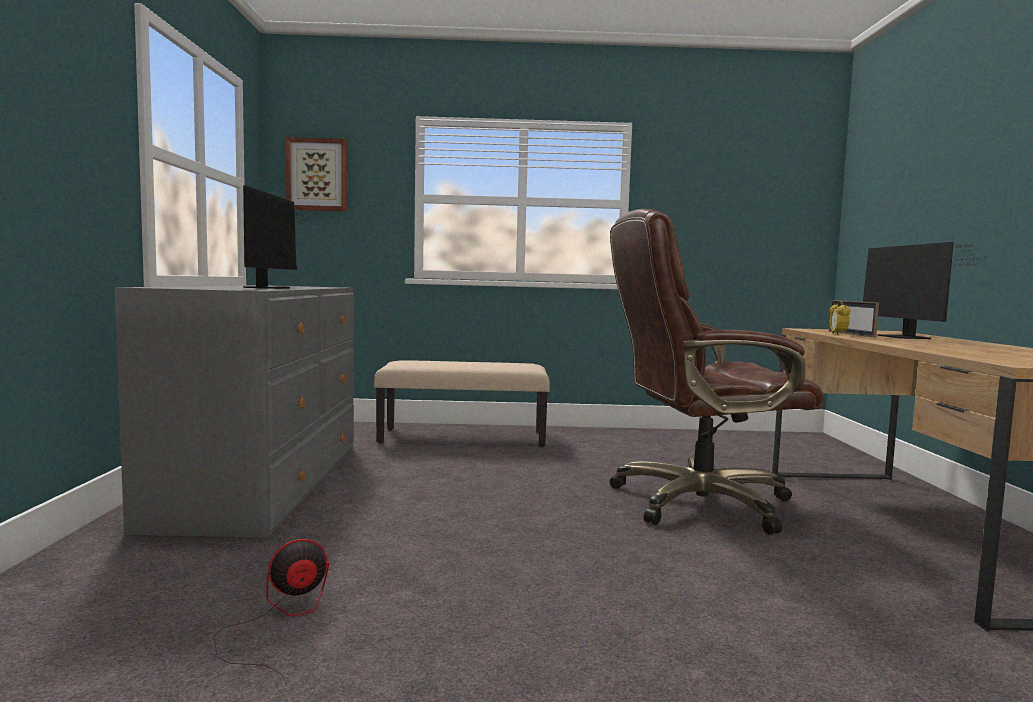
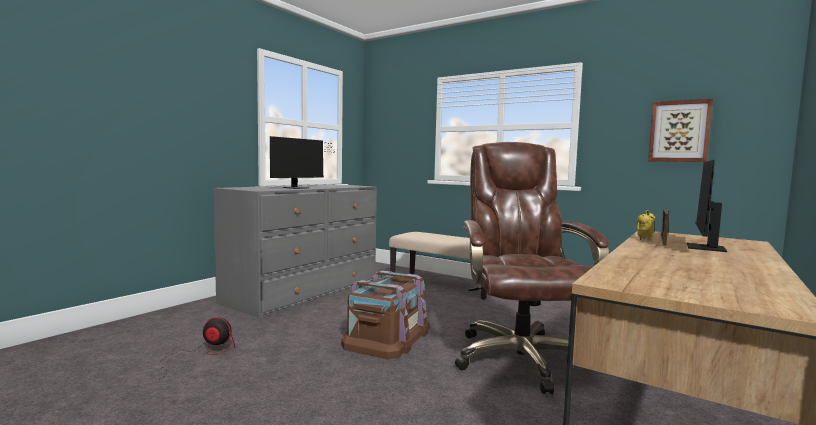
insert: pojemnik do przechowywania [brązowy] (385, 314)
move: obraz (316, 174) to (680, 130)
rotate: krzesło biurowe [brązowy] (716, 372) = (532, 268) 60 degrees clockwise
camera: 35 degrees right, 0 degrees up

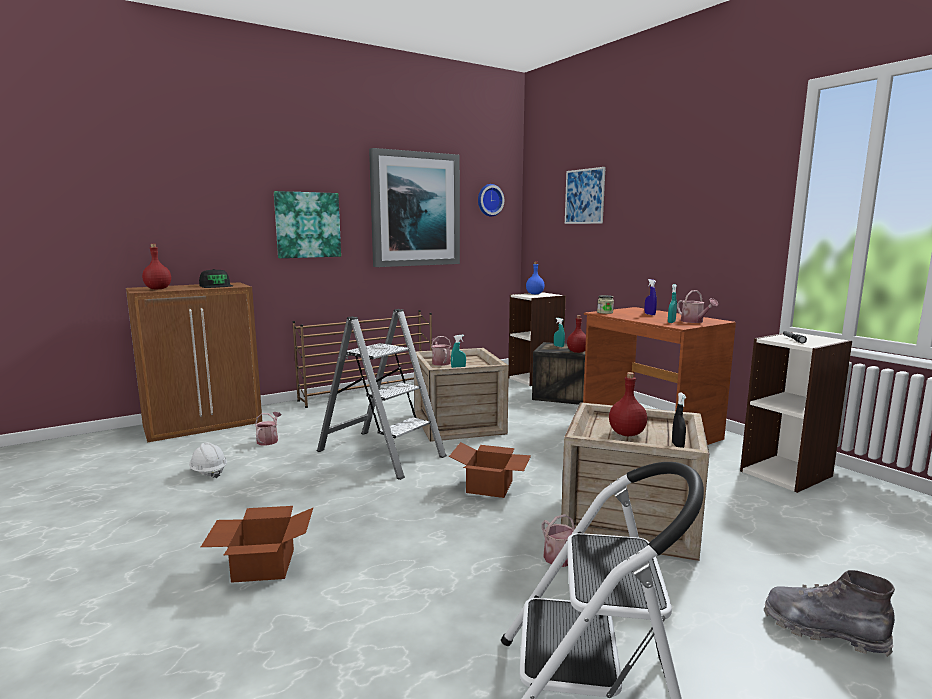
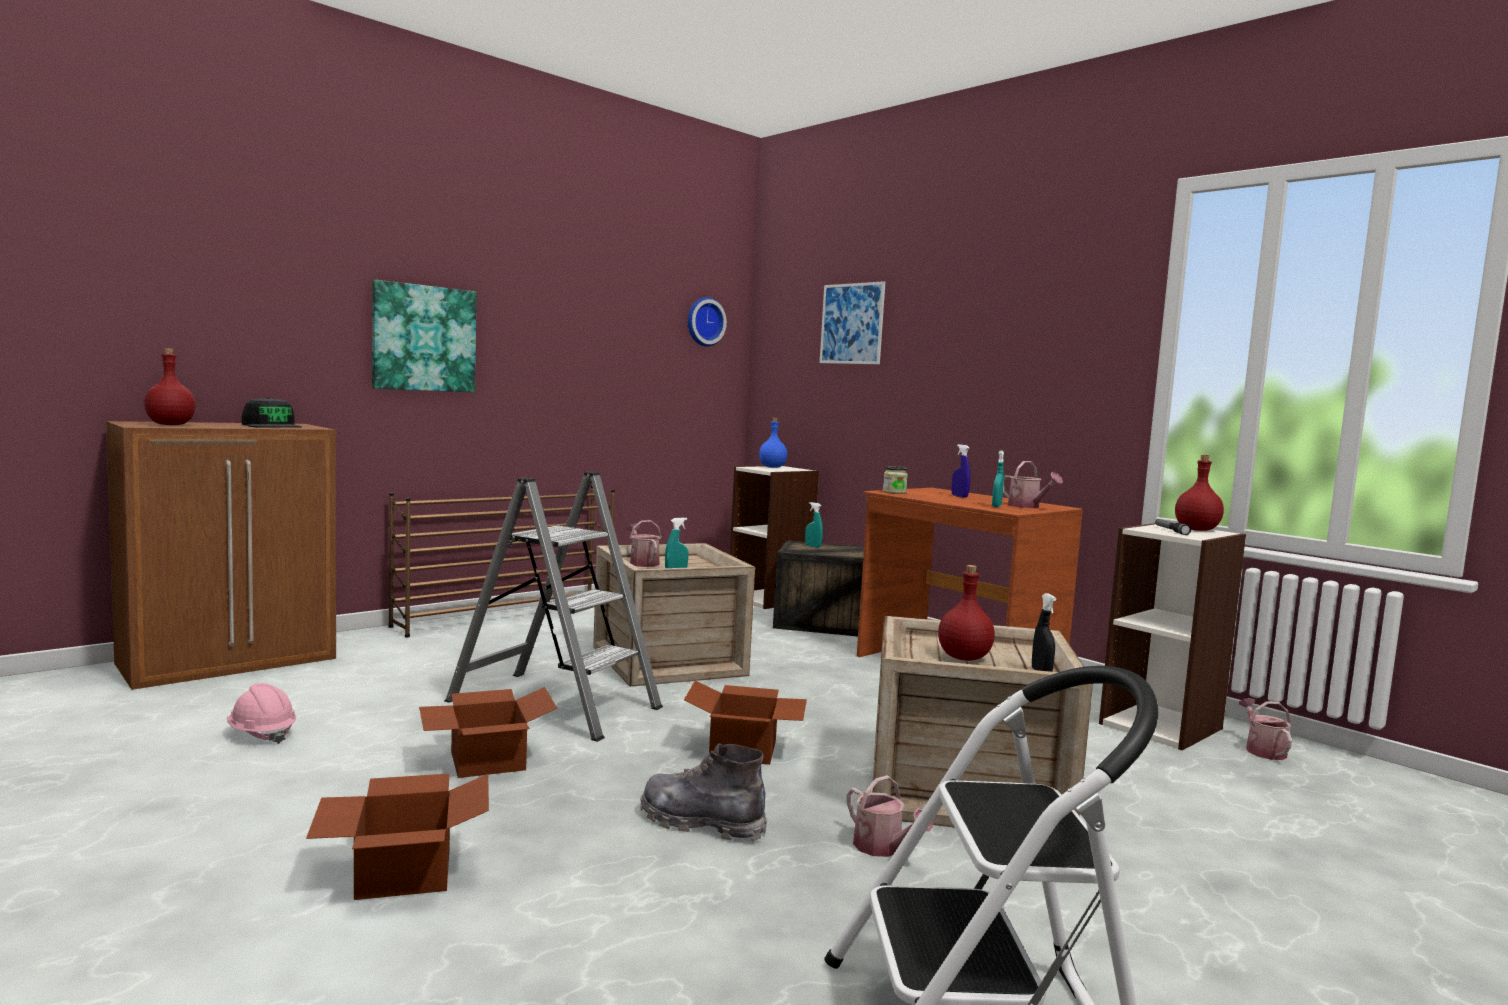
delete: obraz (414, 207)
insert: karton (488, 732)
move: but z cholewką [szary] (829, 613) to (703, 792); butelka [czerwony] (576, 334) to (1199, 493); konewka (268, 429) to (1265, 729)
recolor: kask [biały] (208, 460) to kask [różowy] (261, 713)
camera: 10 degrees left, 5 degrees down

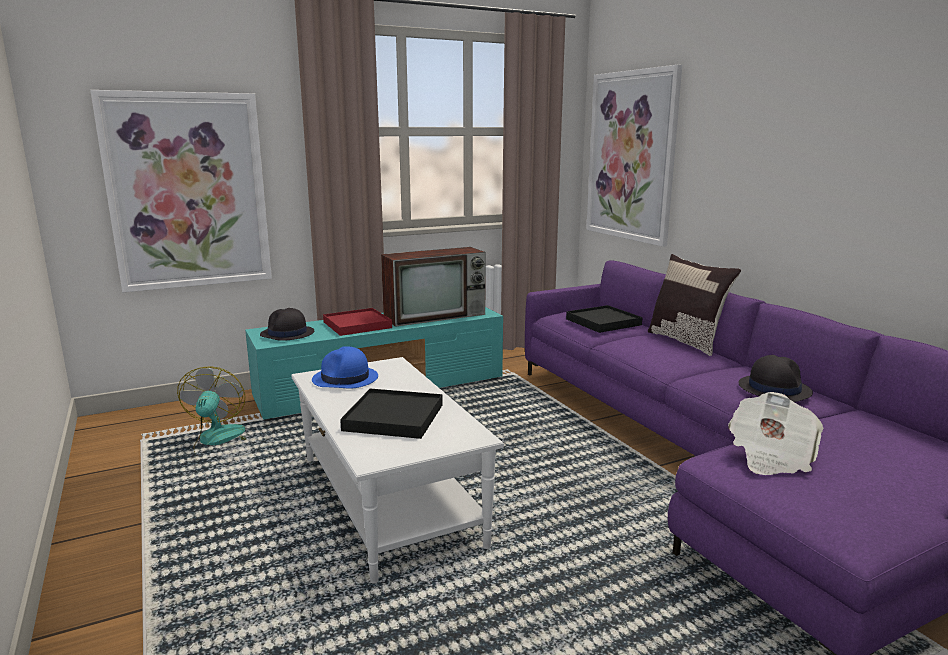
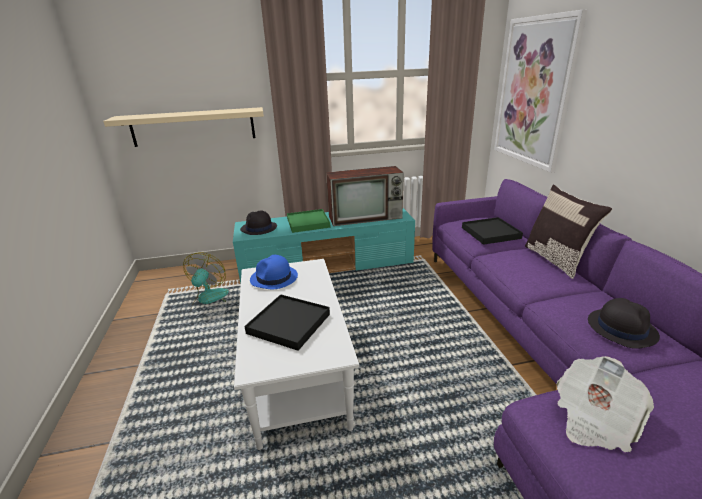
replace: obraz (181, 191) to półka [beżowy] (183, 127)
recolor: taca [czerwony] (357, 322) to taca [zielony] (309, 221)
camera: 15 degrees right, 10 degrees up

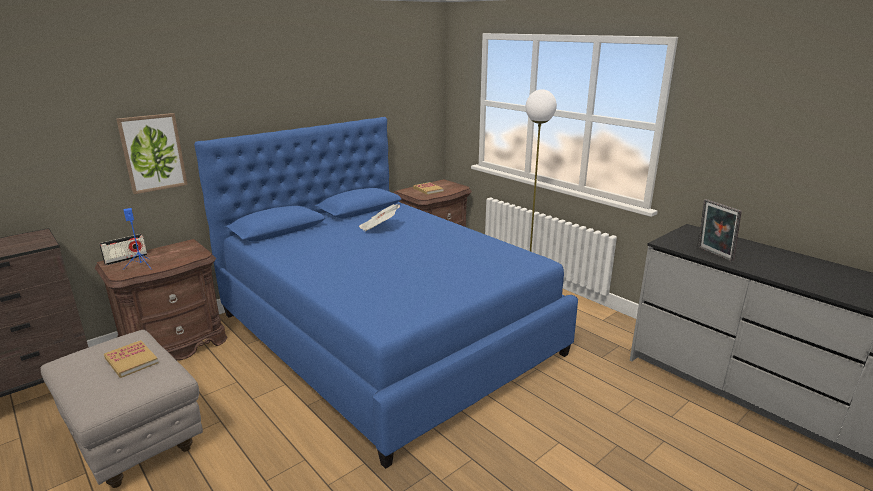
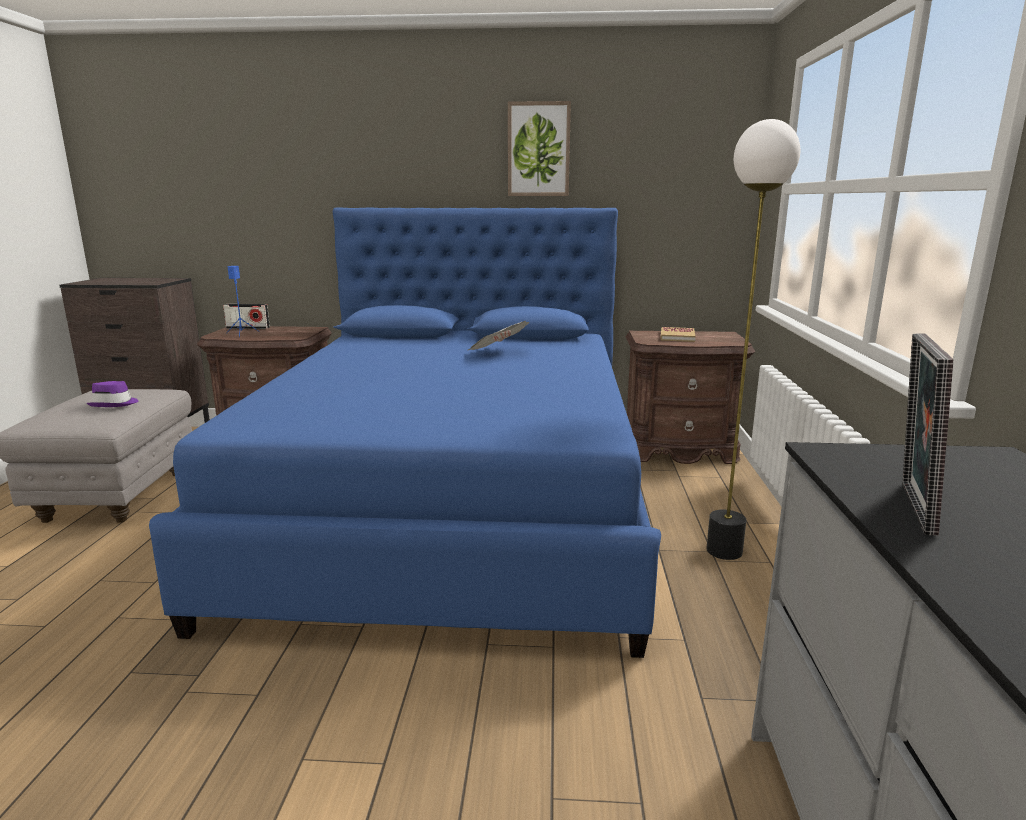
move: obraz (152, 153) to (539, 148)
replace: książka (131, 359) to kapelusz [fioletowy] (112, 394)
camera: 45 degrees right, 5 degrees down

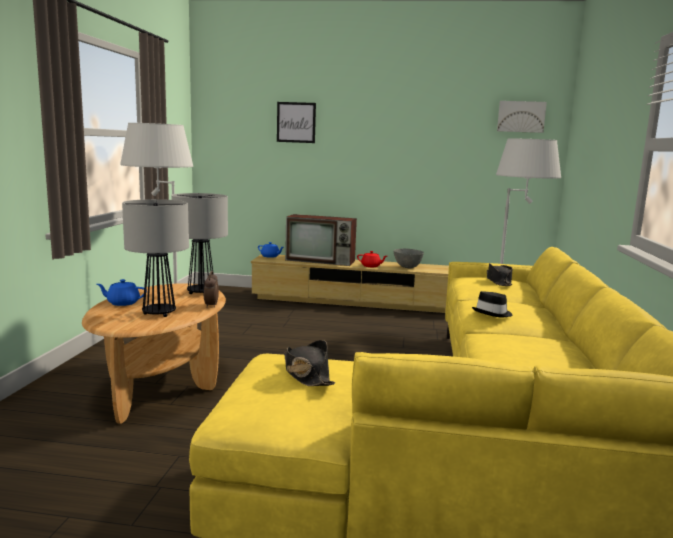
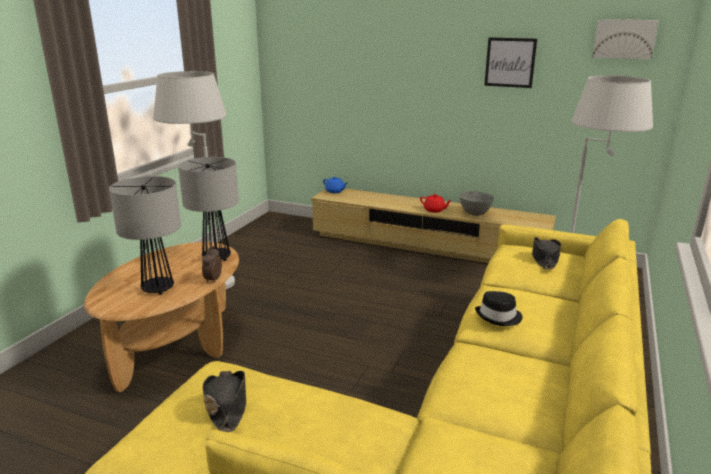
delete: imbryk [niebieski] (122, 292); telewizor (321, 240)
move: obraz (296, 122) to (510, 62)
camera: 15 degrees right, 10 degrees up

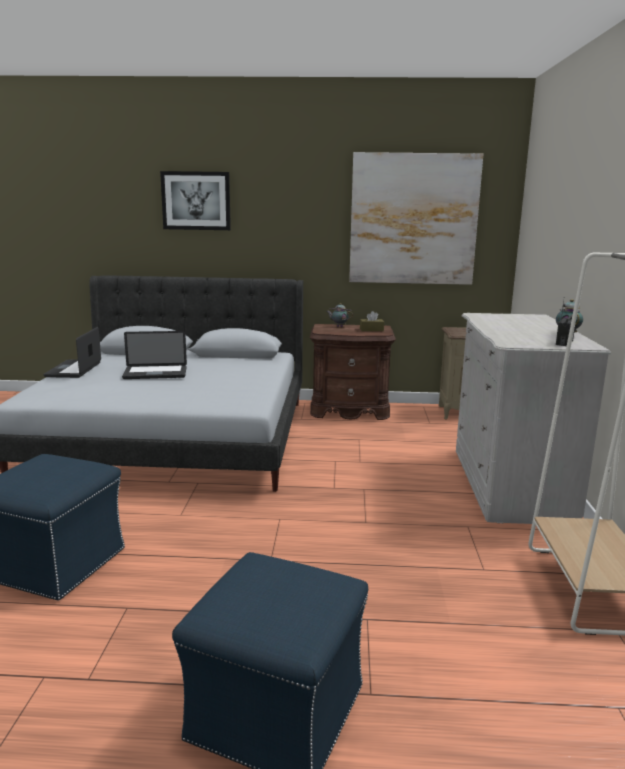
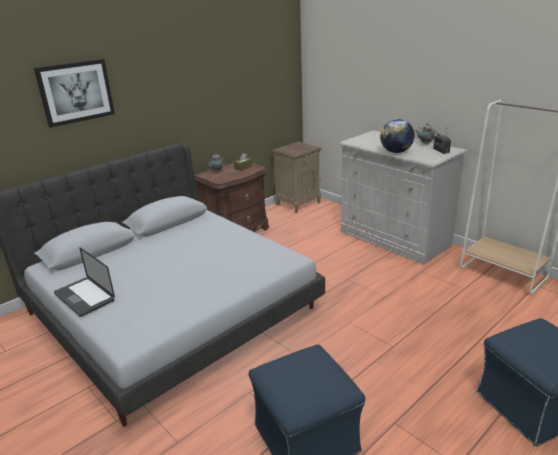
delete: laptop (154, 355); obraz (416, 218)
insert: globus (397, 136)
camera: 45 degrees left, 10 degrees up

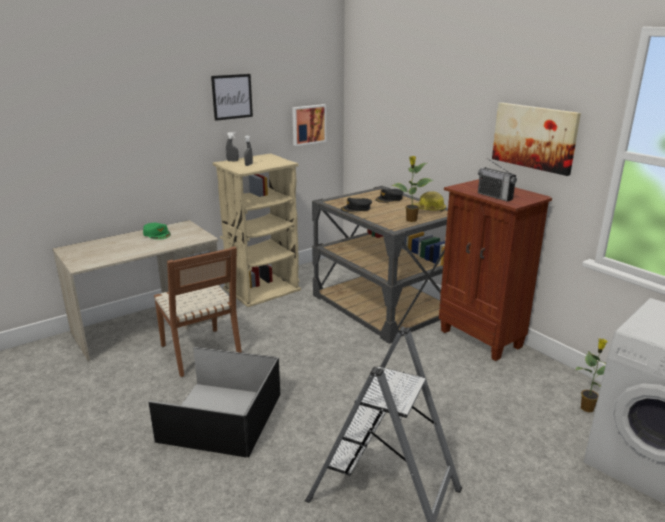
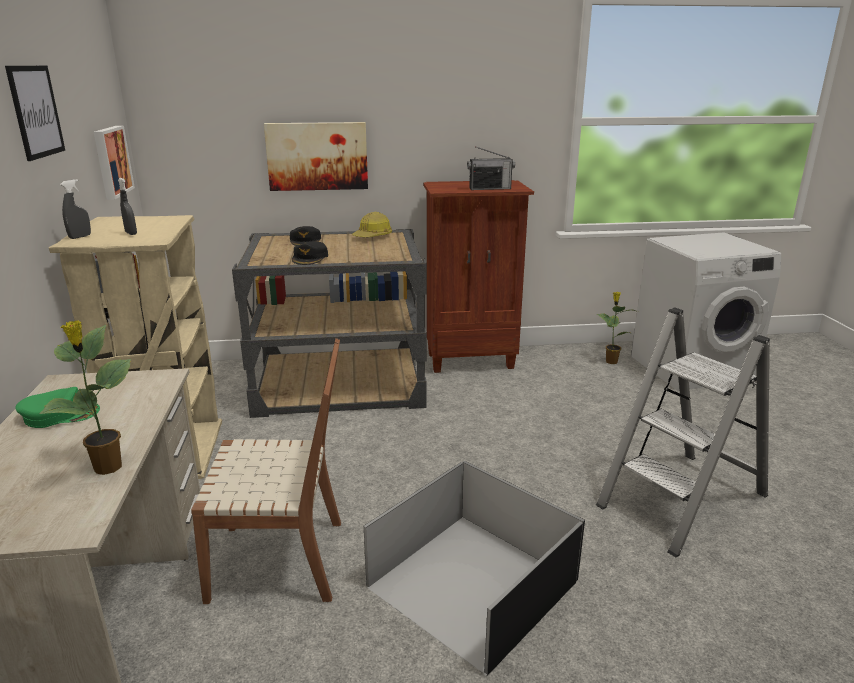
move: roślina doniczkowa (412, 189) to (85, 397); obraz (536, 139) to (316, 156)
camera: 60 degrees left, 0 degrees up

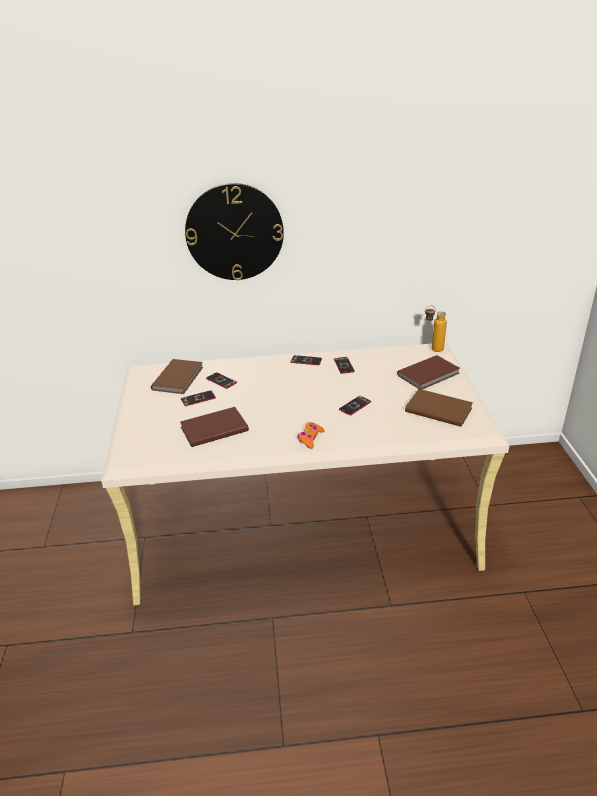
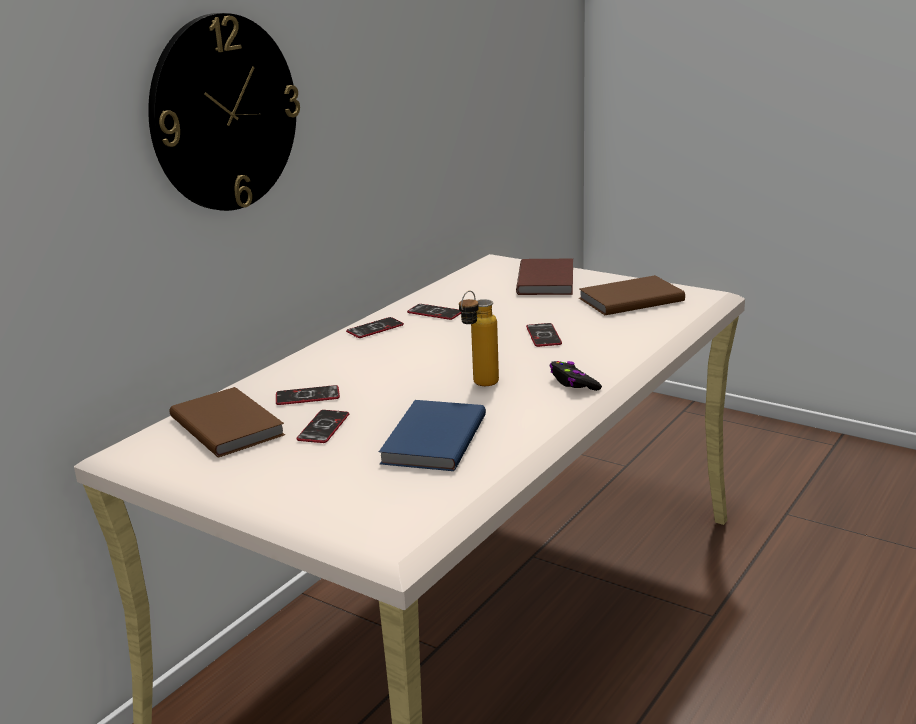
move: butelka (436, 328) to (479, 338)
recolor: książka [brązowy] (214, 427) to książka [niebieski] (432, 435); pad do gier [pomarańczowy] (311, 435) to pad do gier [czarny] (576, 376)
camera: 50 degrees left, 10 degrees down

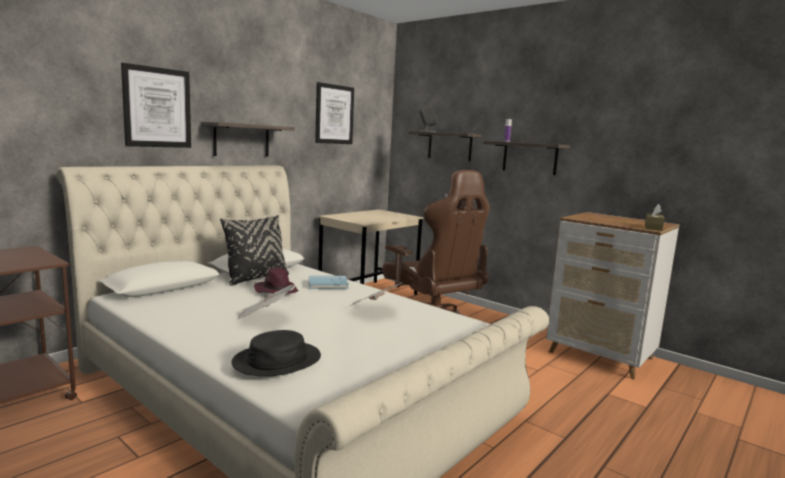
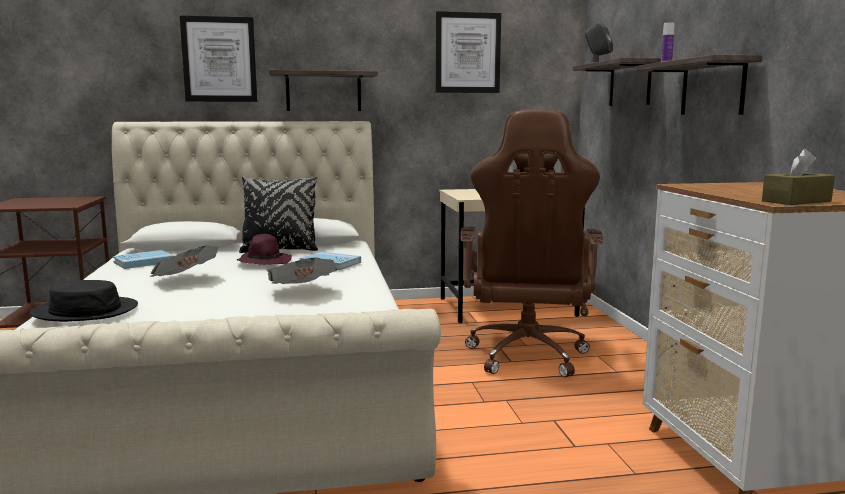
insert: książka [niebieski] (143, 259)
camera: 40 degrees right, 0 degrees up

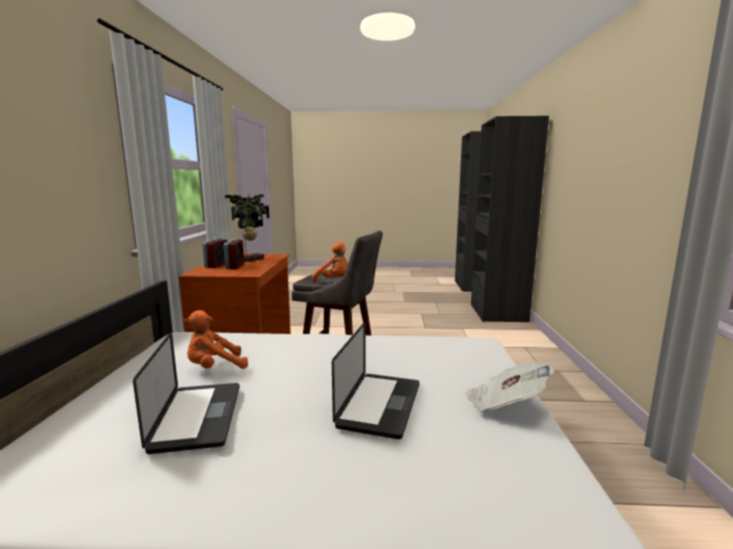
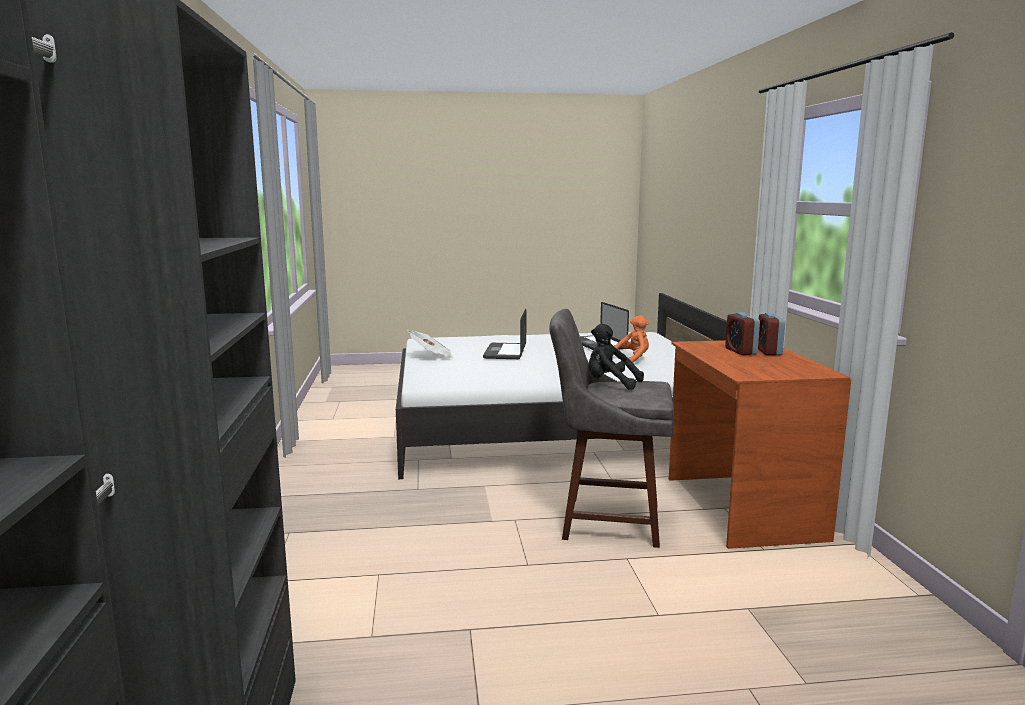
delete: roślina doniczkowa (247, 228)
recolor: pluszak [pomarańczowy] (330, 261) to pluszak [czarny] (616, 357)
camera: 170 degrees right, 0 degrees up

